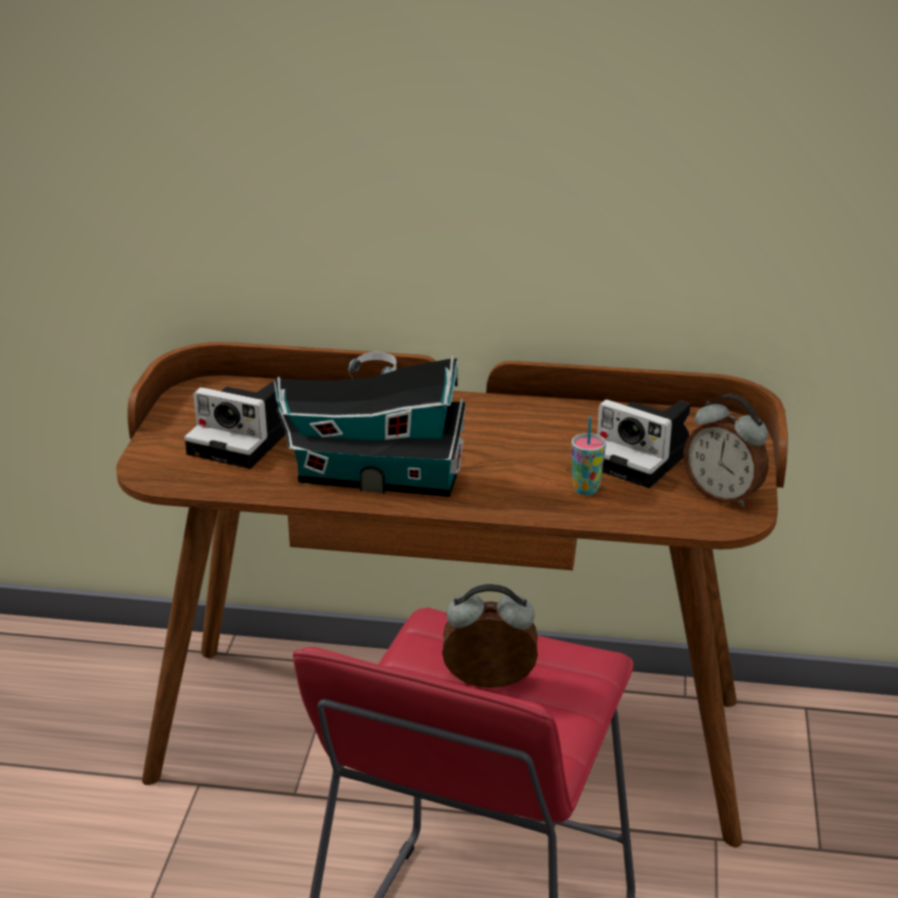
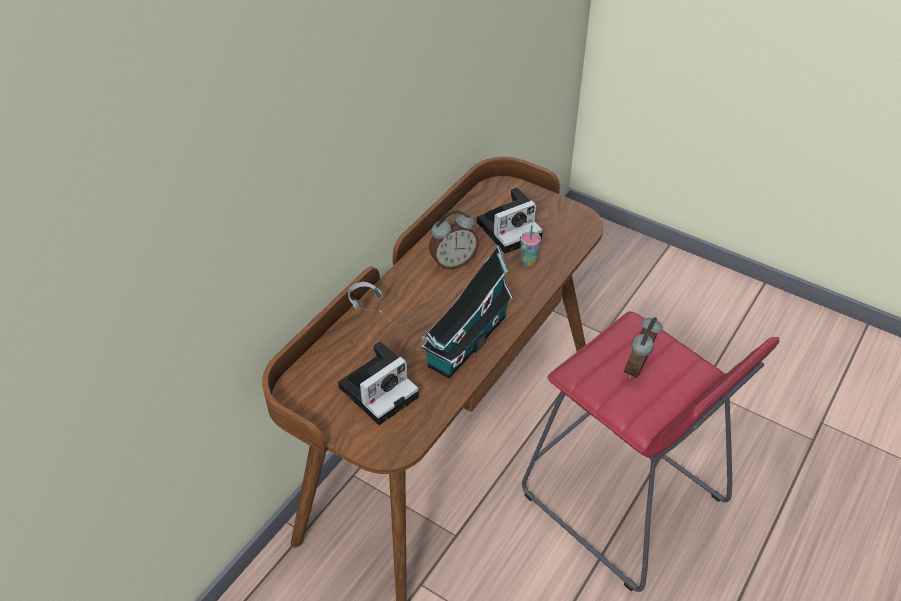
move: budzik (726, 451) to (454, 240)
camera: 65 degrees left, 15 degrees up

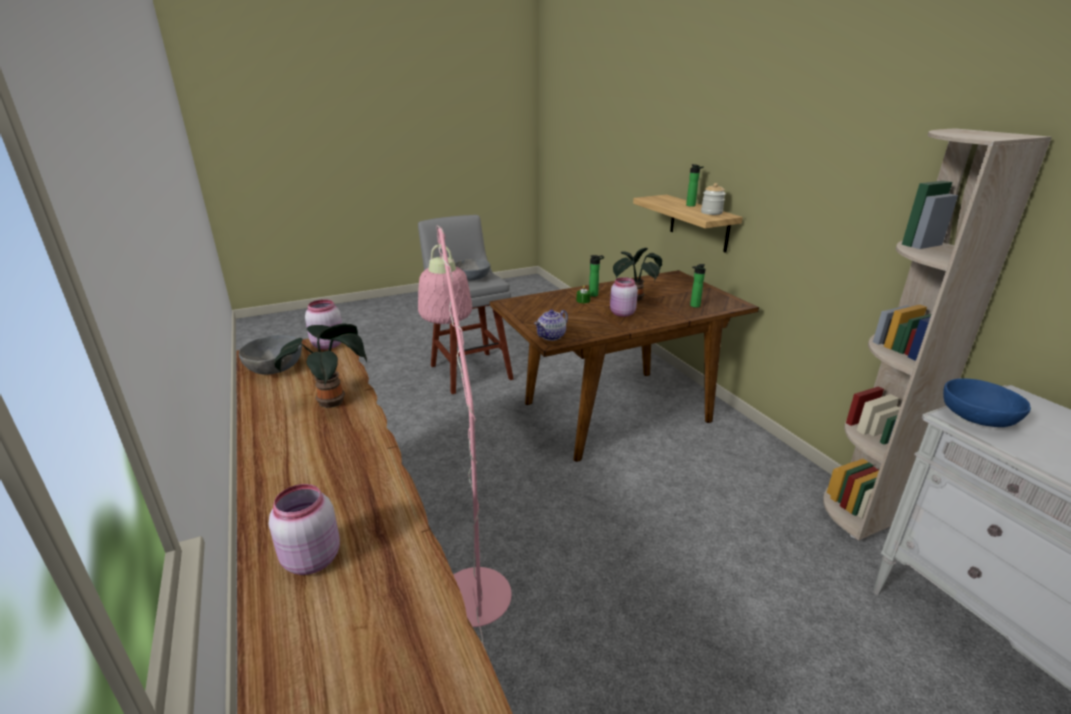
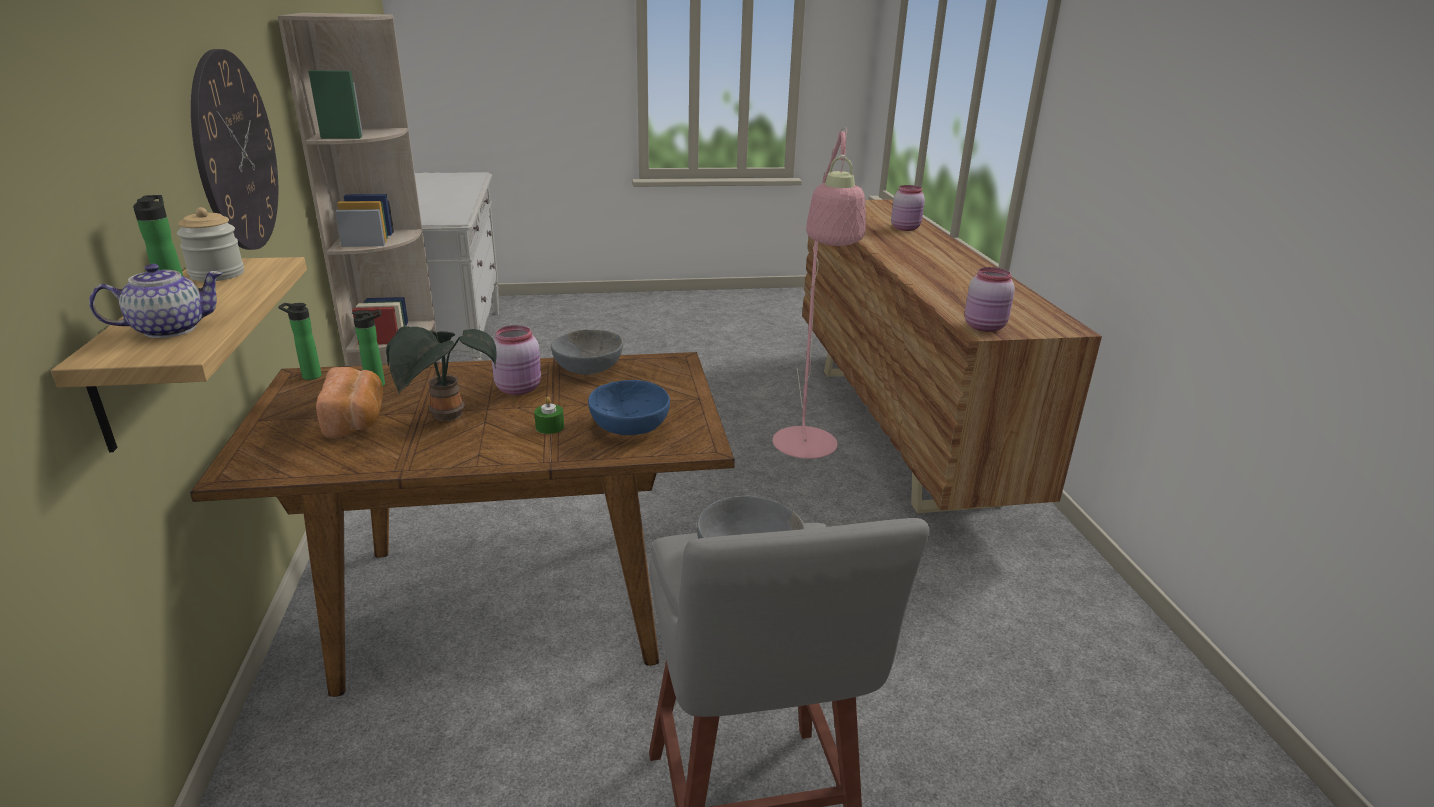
delete: roślina doniczkowa (320, 365)
insert: zegar ścienny (234, 149); chleb (349, 402)
move: imbryk (551, 325) to (156, 301); butelka (596, 276) to (300, 341); miska [szary] (270, 354) to (587, 352); miska [niebieski] (987, 402) to (629, 407)
camera: 165 degrees left, 0 degrees up

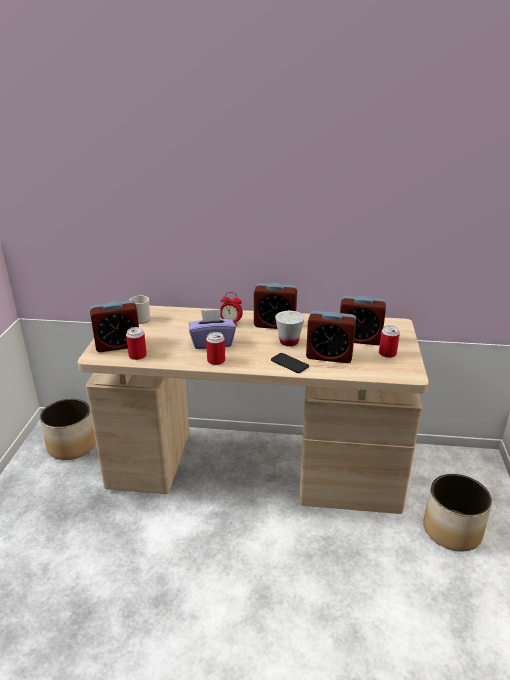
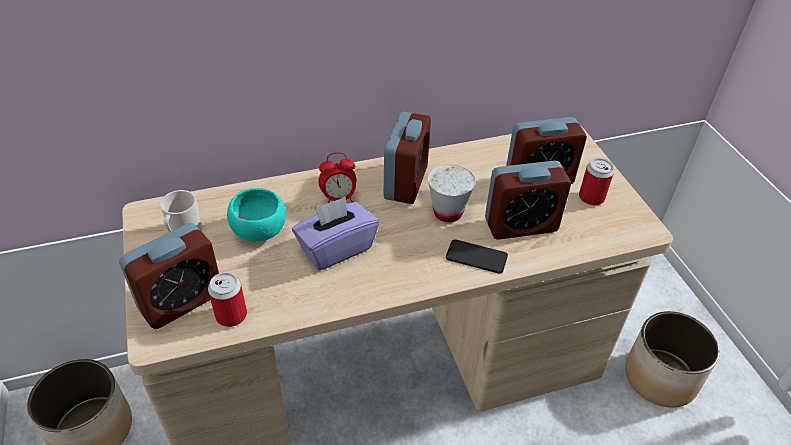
delete: puszka (215, 348)
insert: miska [turkusowy] (256, 215)
rotate: budzik (275, 306) = (407, 158) 60 degrees counterclockwise
camera: 25 degrees left, 15 degrees up

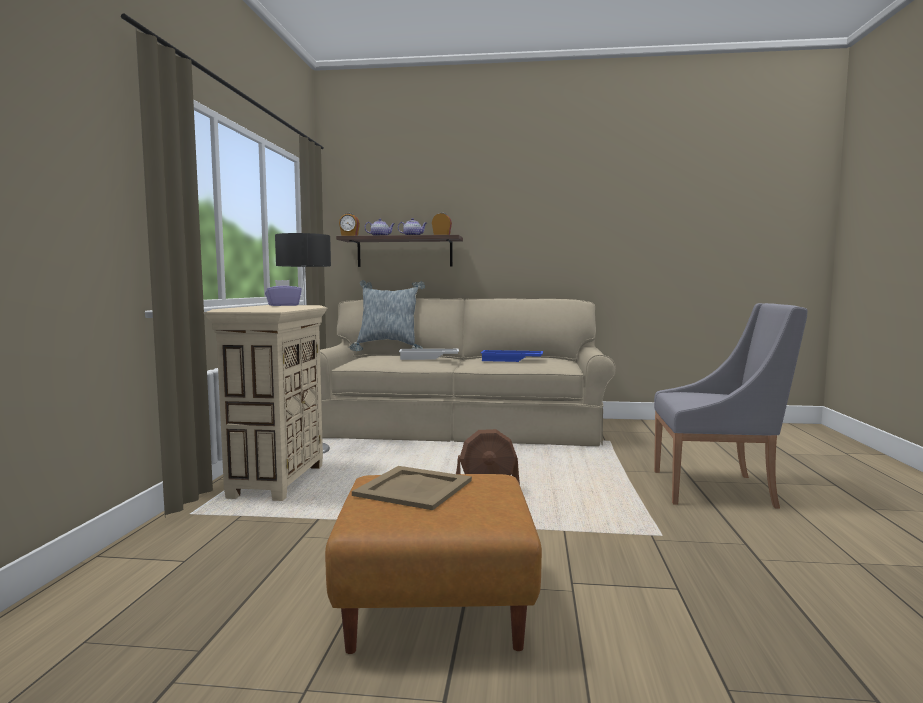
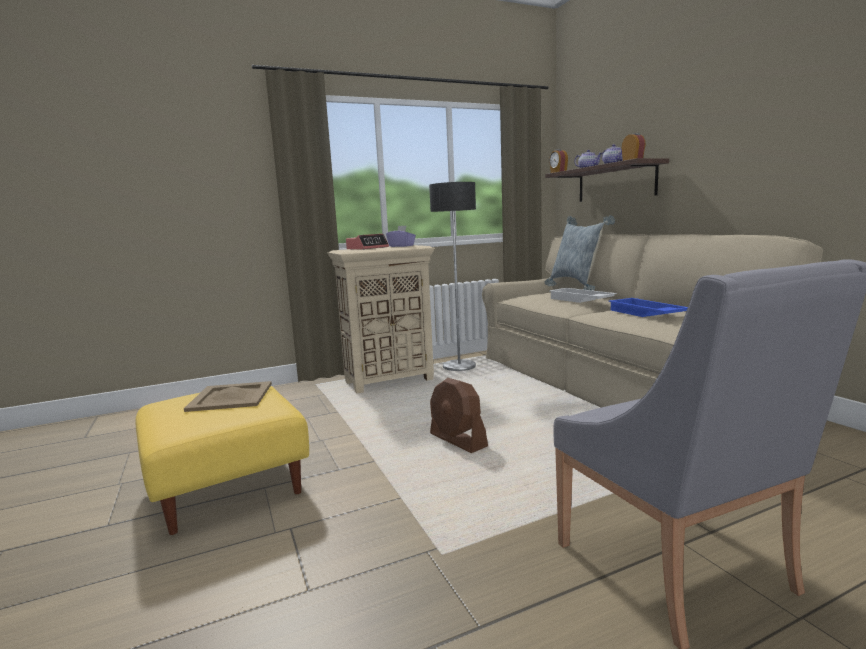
insert: budzik (367, 242)
recolor: pufa [brązowy] (433, 564) to pufa [żółty] (222, 460)
camera: 60 degrees right, 5 degrees up

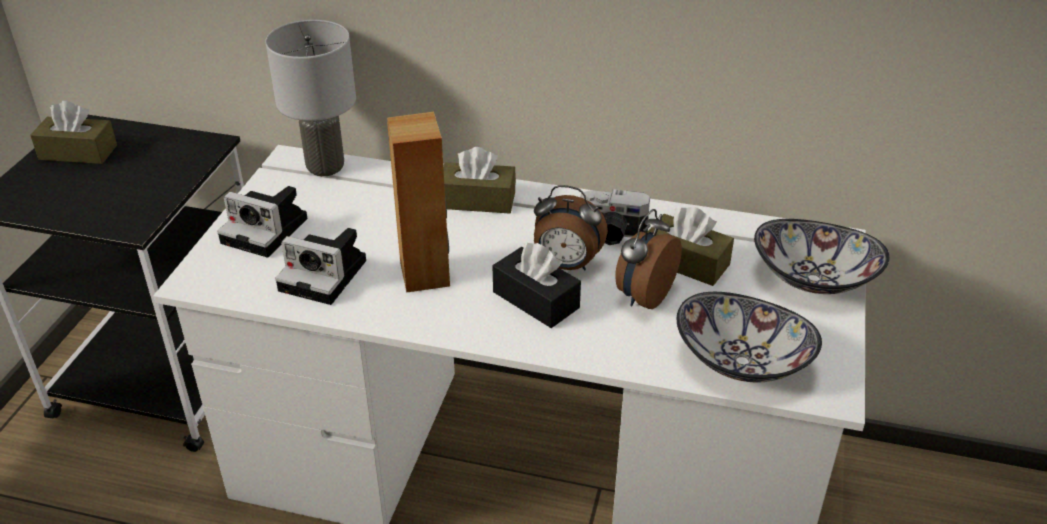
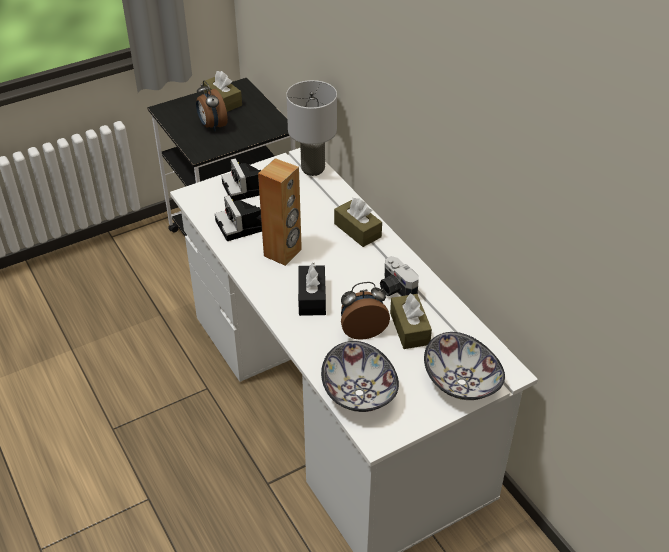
move: budzik (571, 227) to (212, 105)
camera: 45 degrees right, 5 degrees up

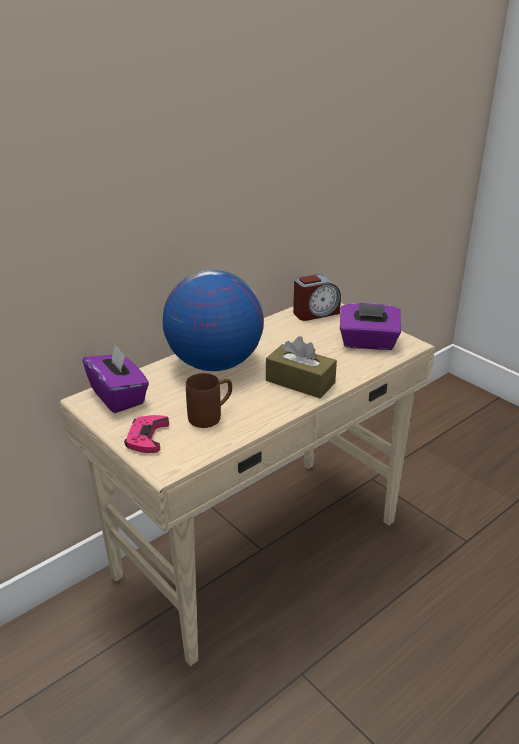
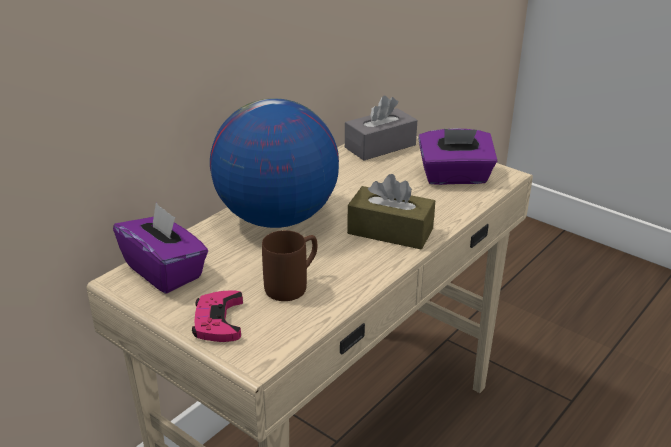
replace: budzik (317, 297) to pudełko chusteczek [szary] (381, 128)
camera: 10 degrees left, 0 degrees up

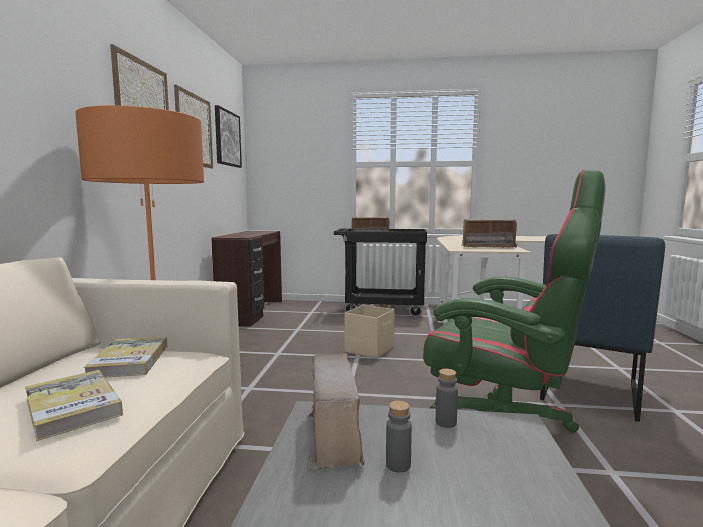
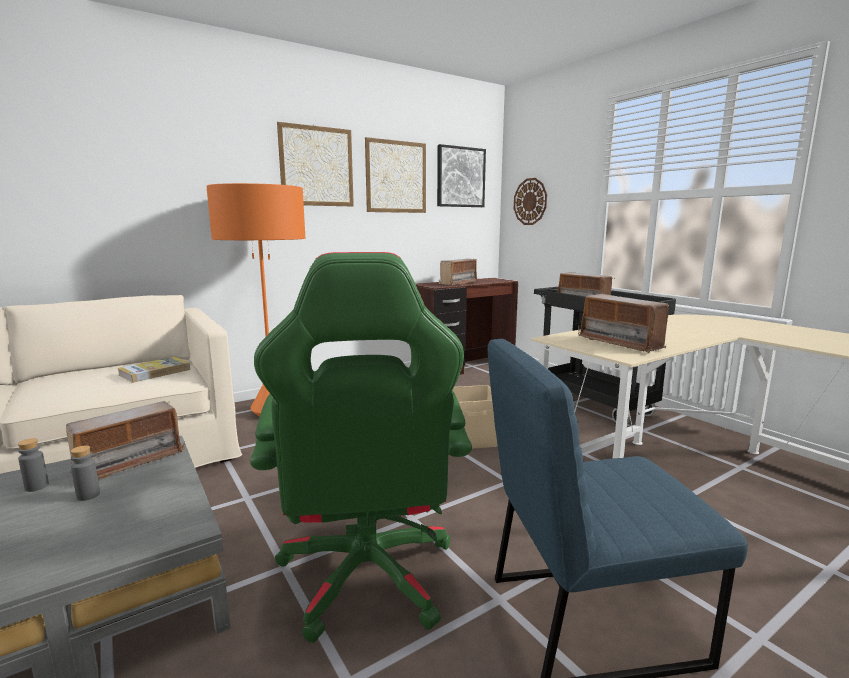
delete: książka (74, 405)
insert: radio (458, 272); zegar ścienny (530, 201)
move: butelka [szary] (447, 398) to (33, 465)
camera: 50 degrees right, 5 degrees up

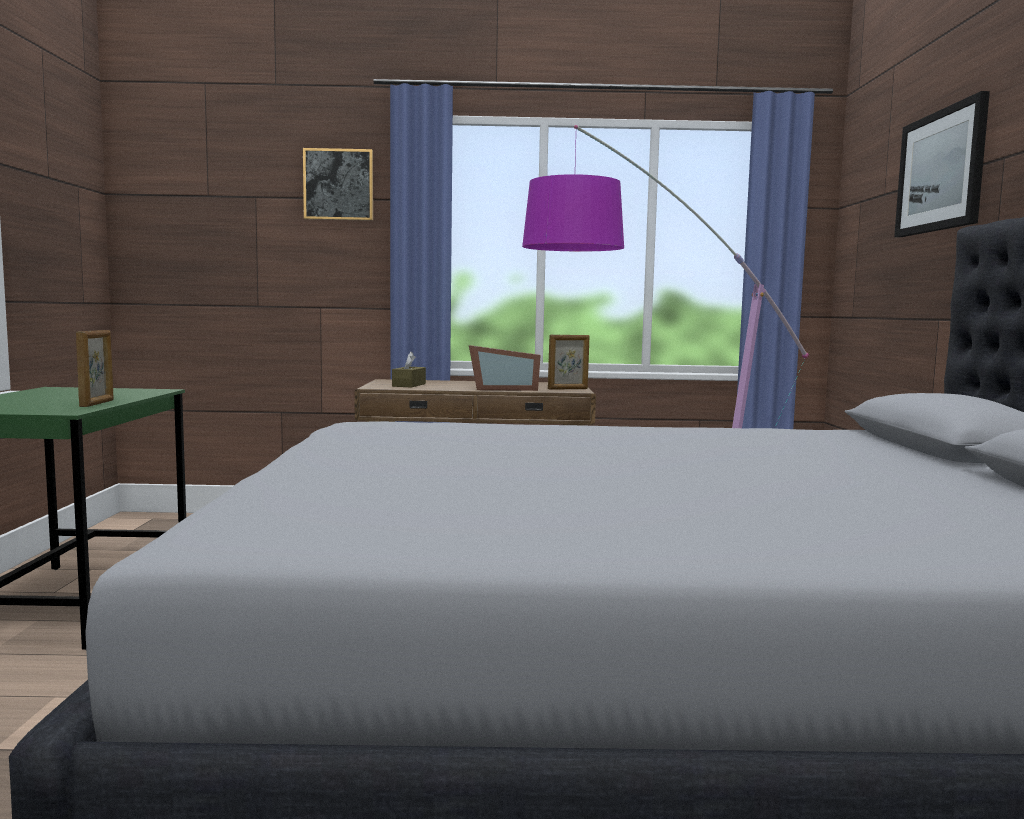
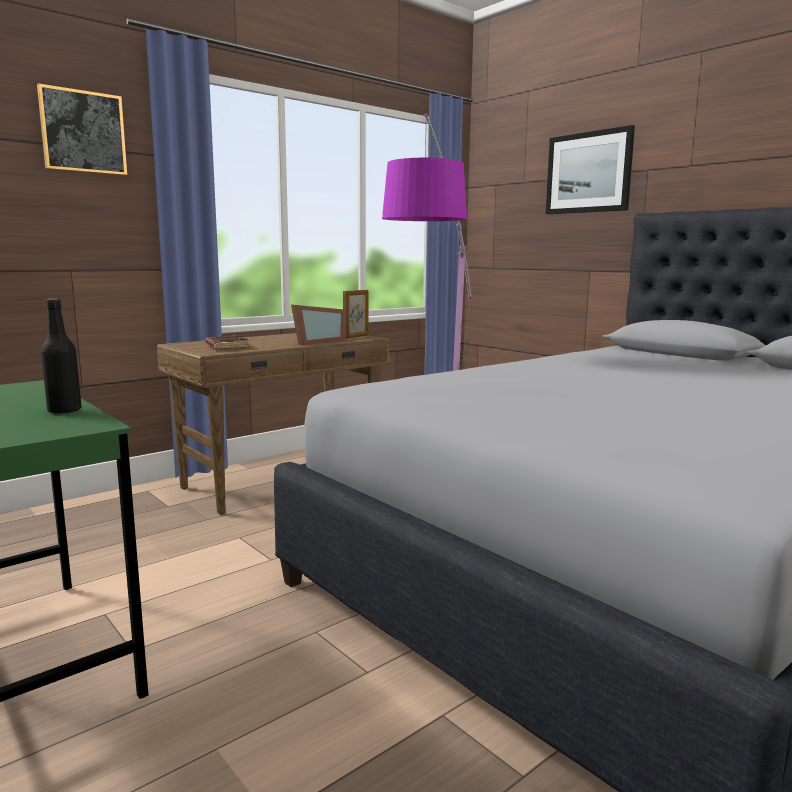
replace: ramka na zdjęcie (95, 368) to butelka [czarny] (61, 356); pudełko chusteczek [brązowy] (409, 369) to książka [brązowy] (227, 342)
camera: 40 degrees left, 5 degrees up

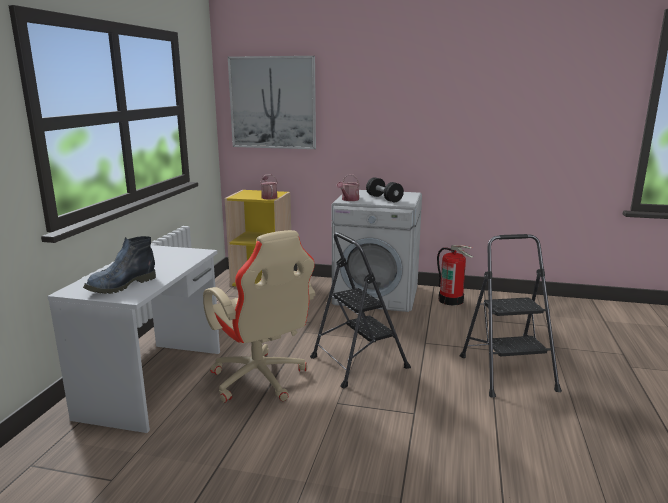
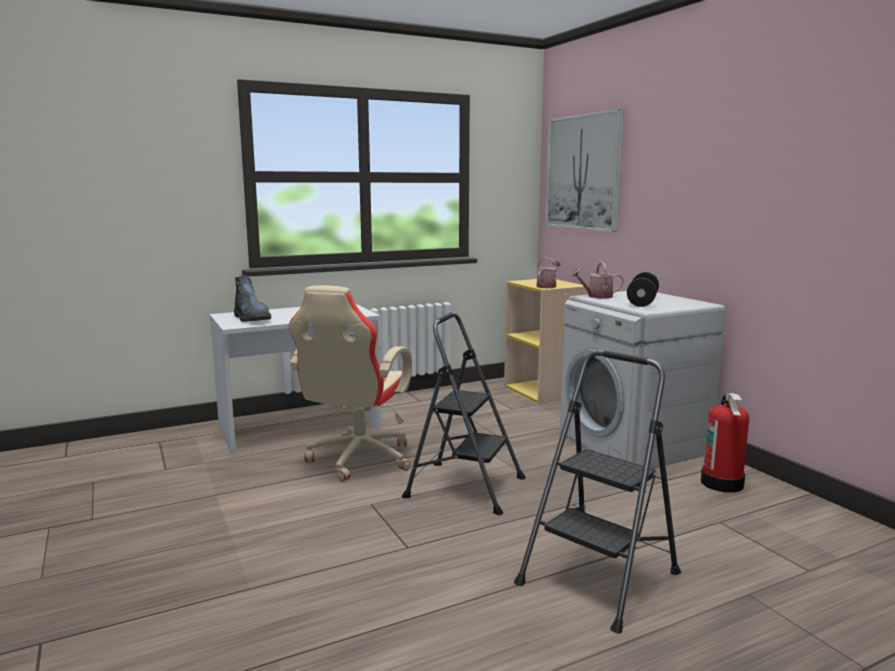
rotate: but z cholewką (119, 265) = (252, 298) 120 degrees counterclockwise
camera: 50 degrees right, 5 degrees down

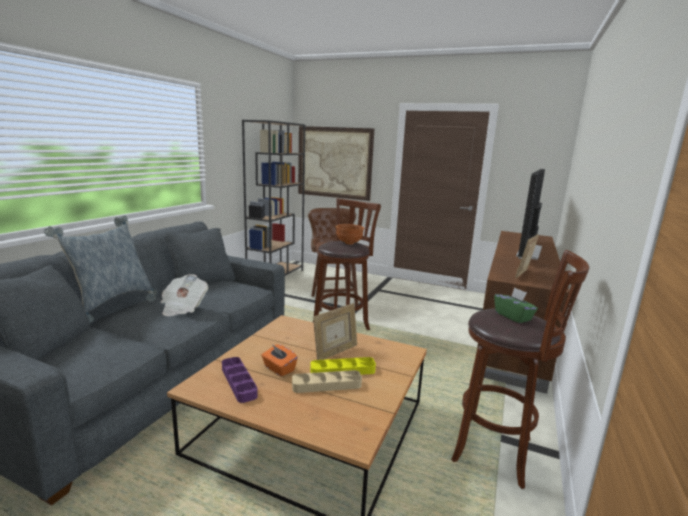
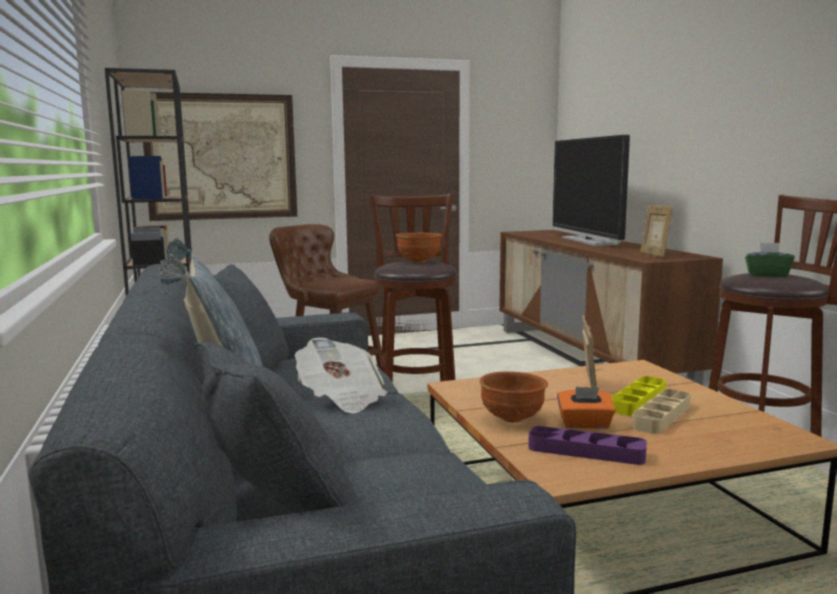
insert: miska [brązowy] (513, 397)
camera: 40 degrees left, 5 degrees down

